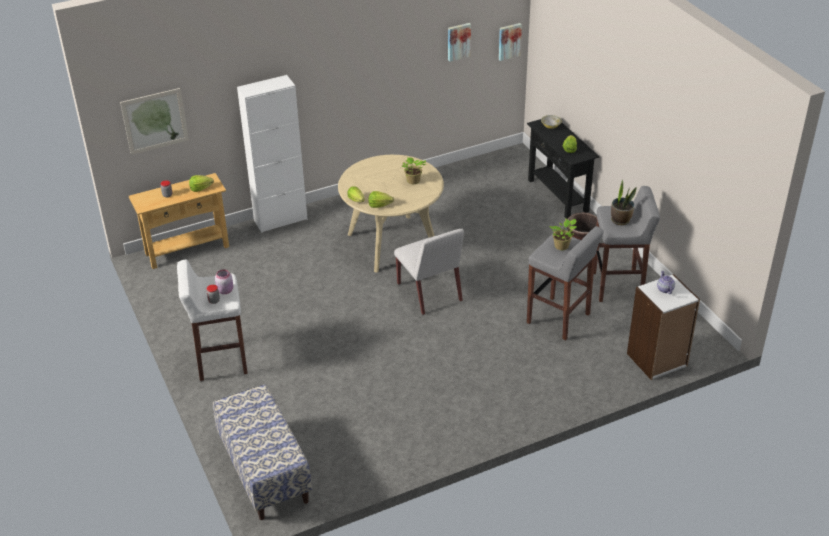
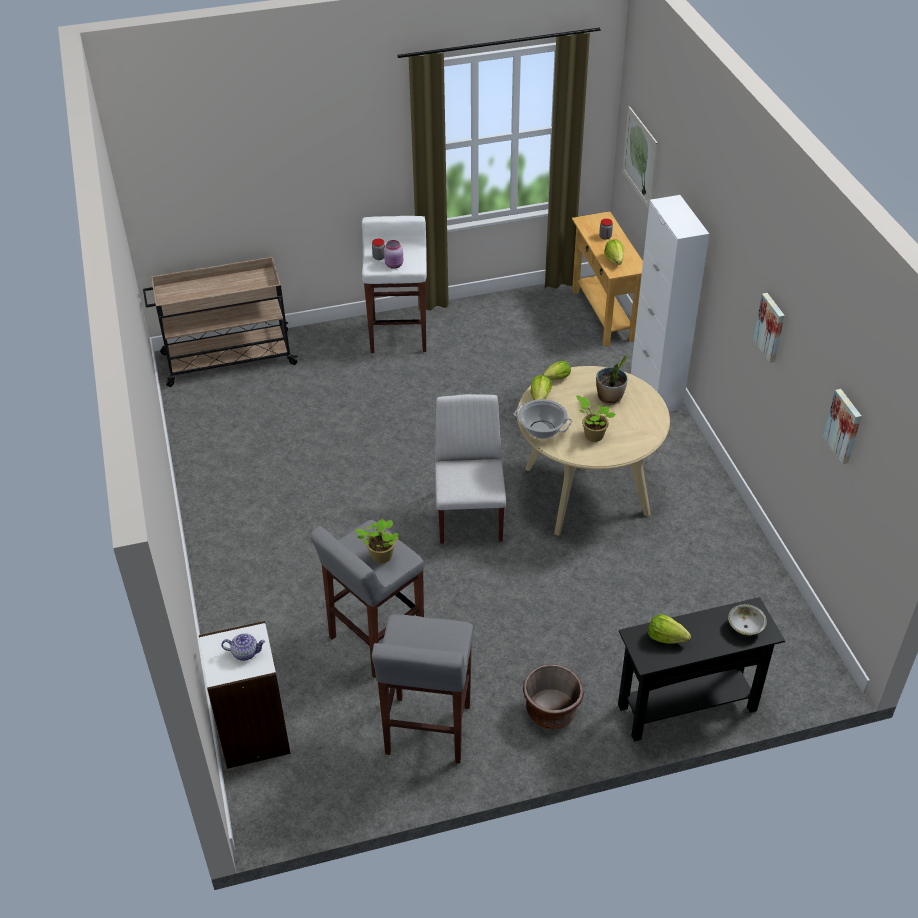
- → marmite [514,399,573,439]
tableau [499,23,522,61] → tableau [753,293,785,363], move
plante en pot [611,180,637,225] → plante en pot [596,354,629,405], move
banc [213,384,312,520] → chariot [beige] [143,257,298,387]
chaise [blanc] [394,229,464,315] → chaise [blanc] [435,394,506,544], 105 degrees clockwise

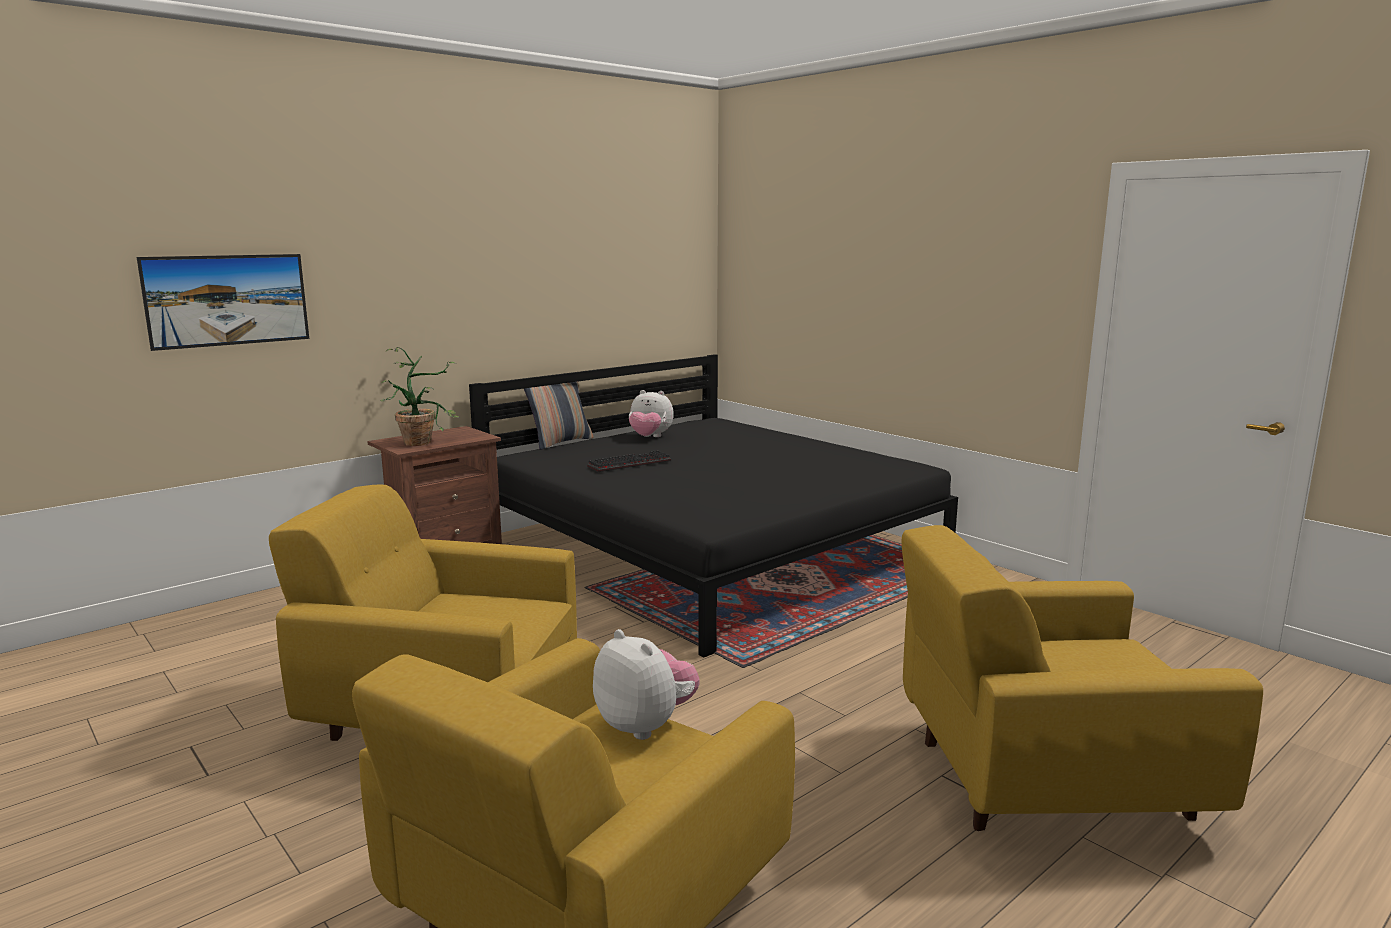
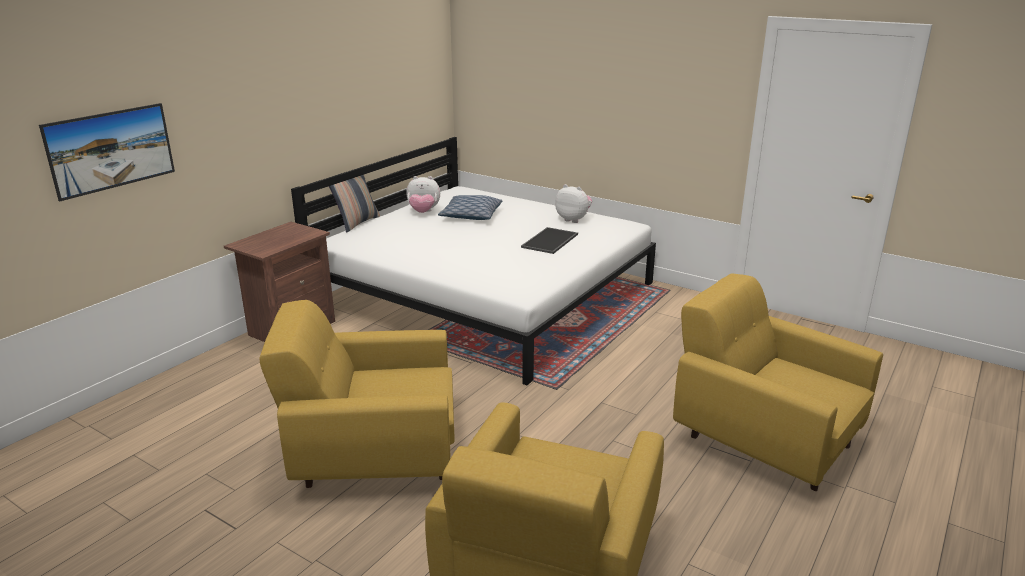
plante en pot [380,347,460,446] → -
clavier [587,450,671,472] → -
- → coussin [438,195,503,220]
- → plateau [521,227,578,254]
peluche [593,629,700,740] → peluche [555,184,592,223], move
lit [noir] [469,354,958,658] → lit [blanc] [291,137,656,385]
fauteuil [jaune] [901,525,1263,831] → fauteuil [jaune] [673,273,883,491], 60 degrees clockwise

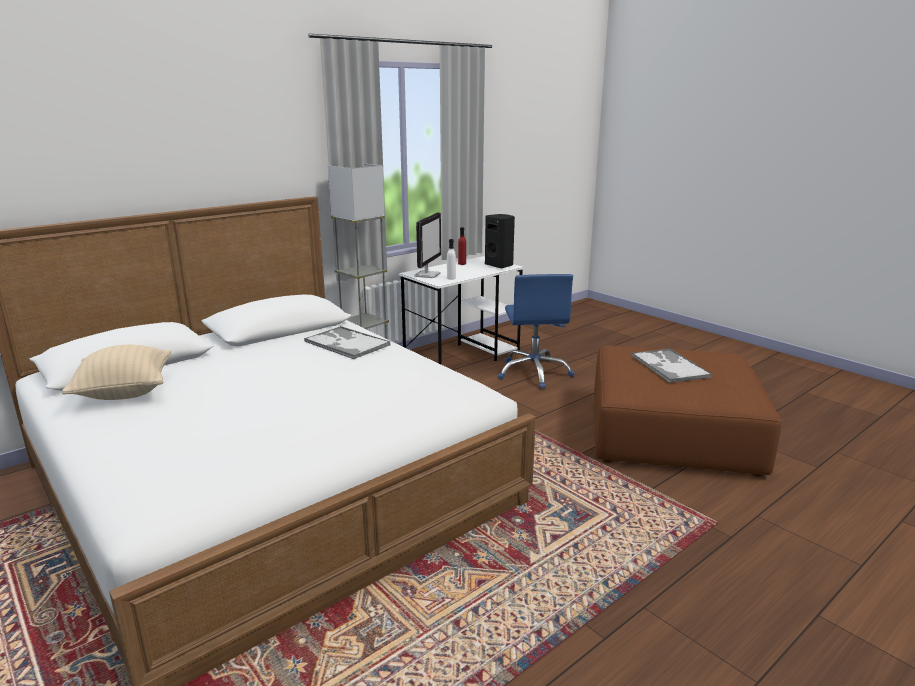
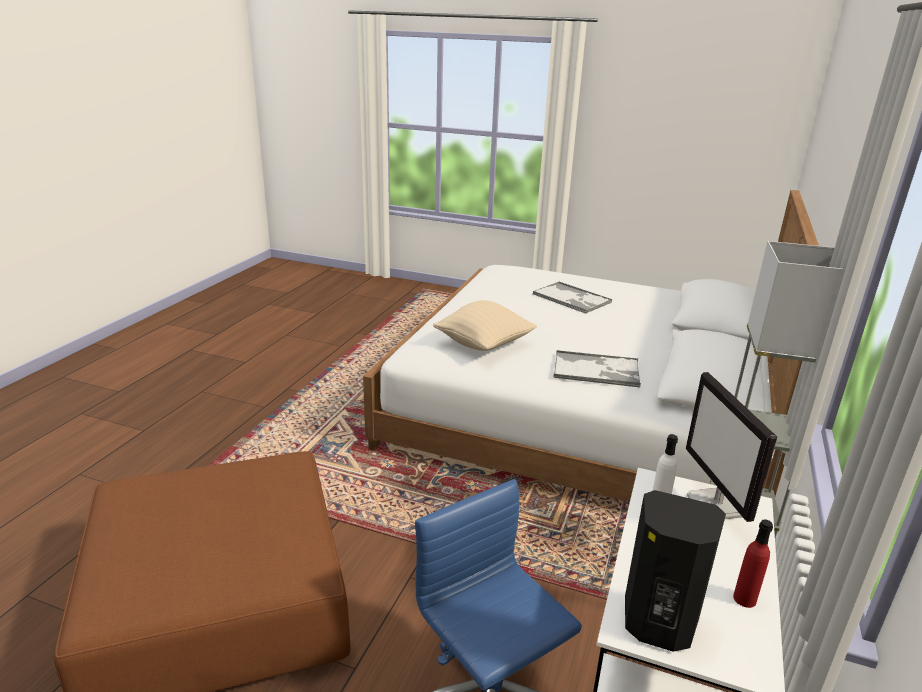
coussin [beige] [62,345,171,400] → coussin [beige] [433,300,537,351], move
plateau [632,348,712,383] → plateau [533,281,612,314], move

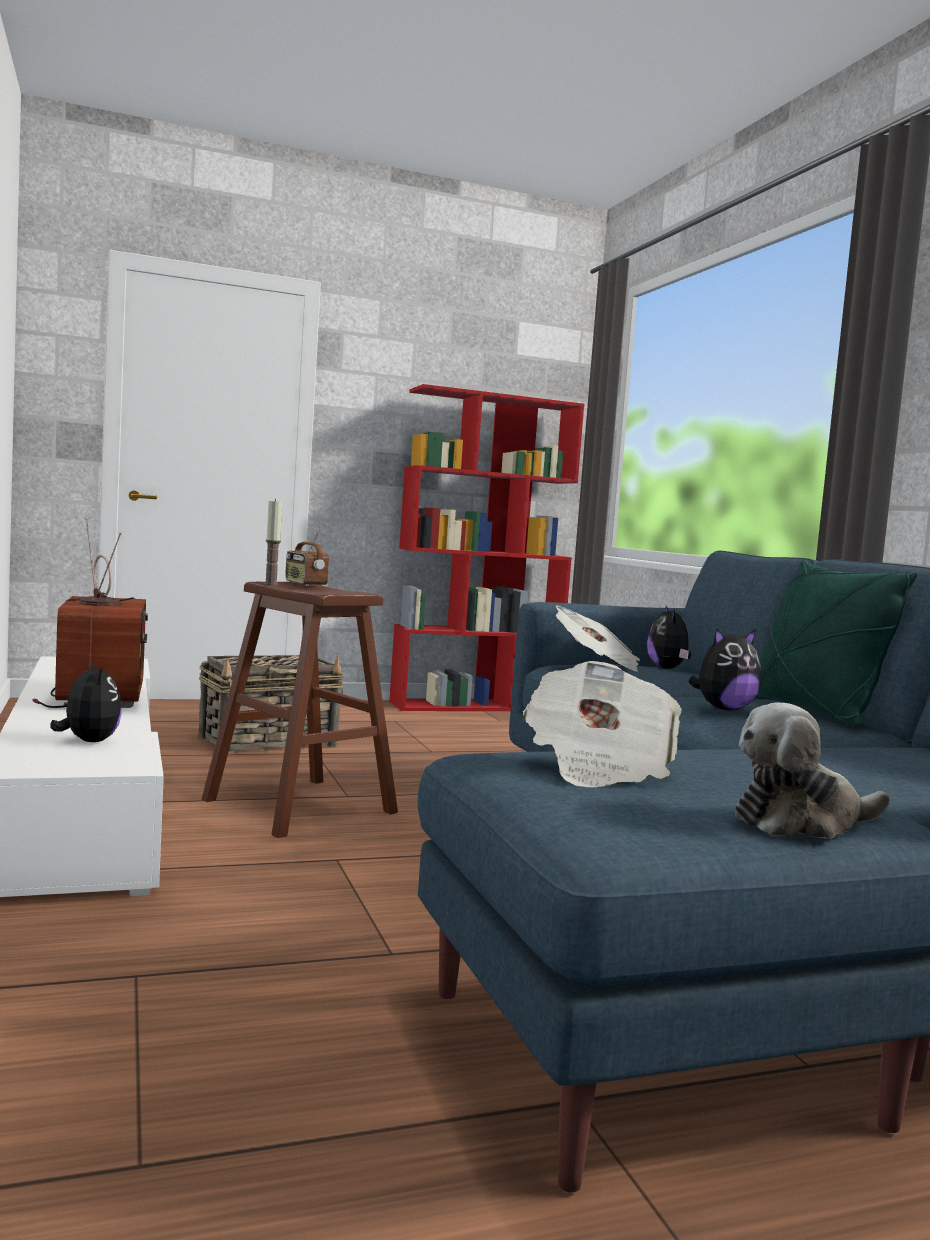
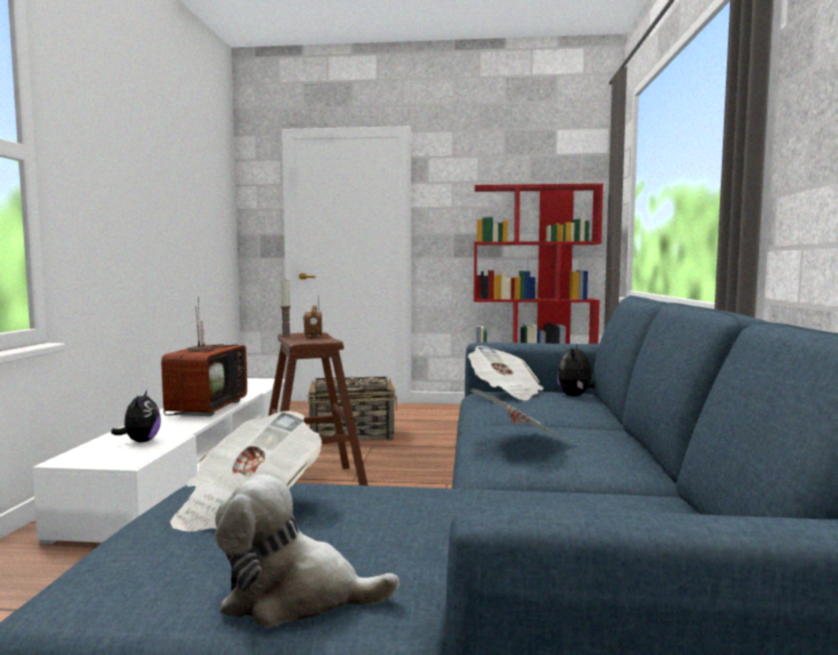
coussin [vert] [755,560,918,727] → -
peluche [689,629,761,710] → journal [470,388,575,442]

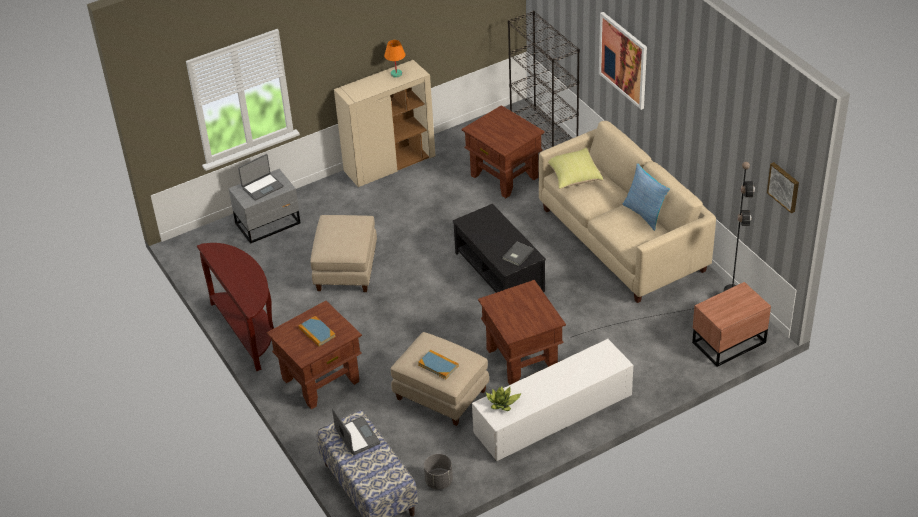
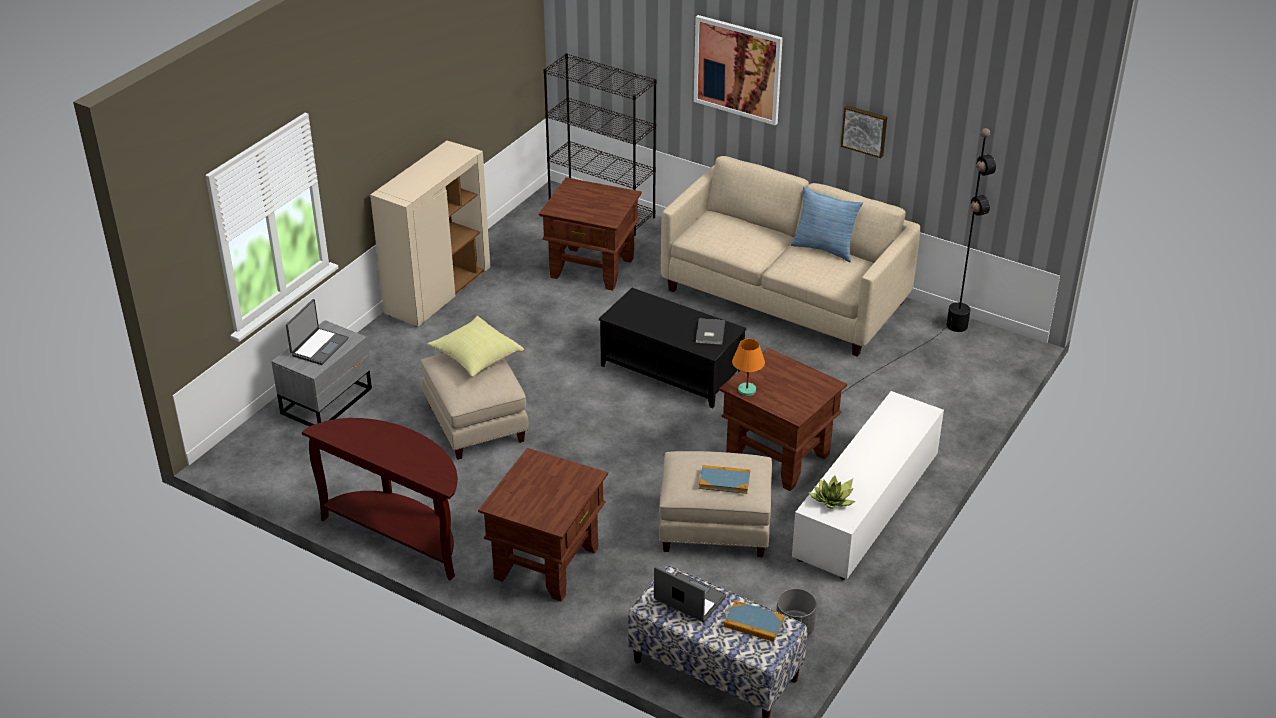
table de chevet [marron] [692,282,771,367] → -
livre [298,316,336,346] → livre [724,601,785,642], move
lampe de table [orange] [384,40,405,78] → lampe de table [orange] [732,339,765,396], move
coussin [jaune] [548,147,603,189] → coussin [jaune] [427,316,524,377], move
tableau [767,162,799,213] → tableau [841,105,887,158], move

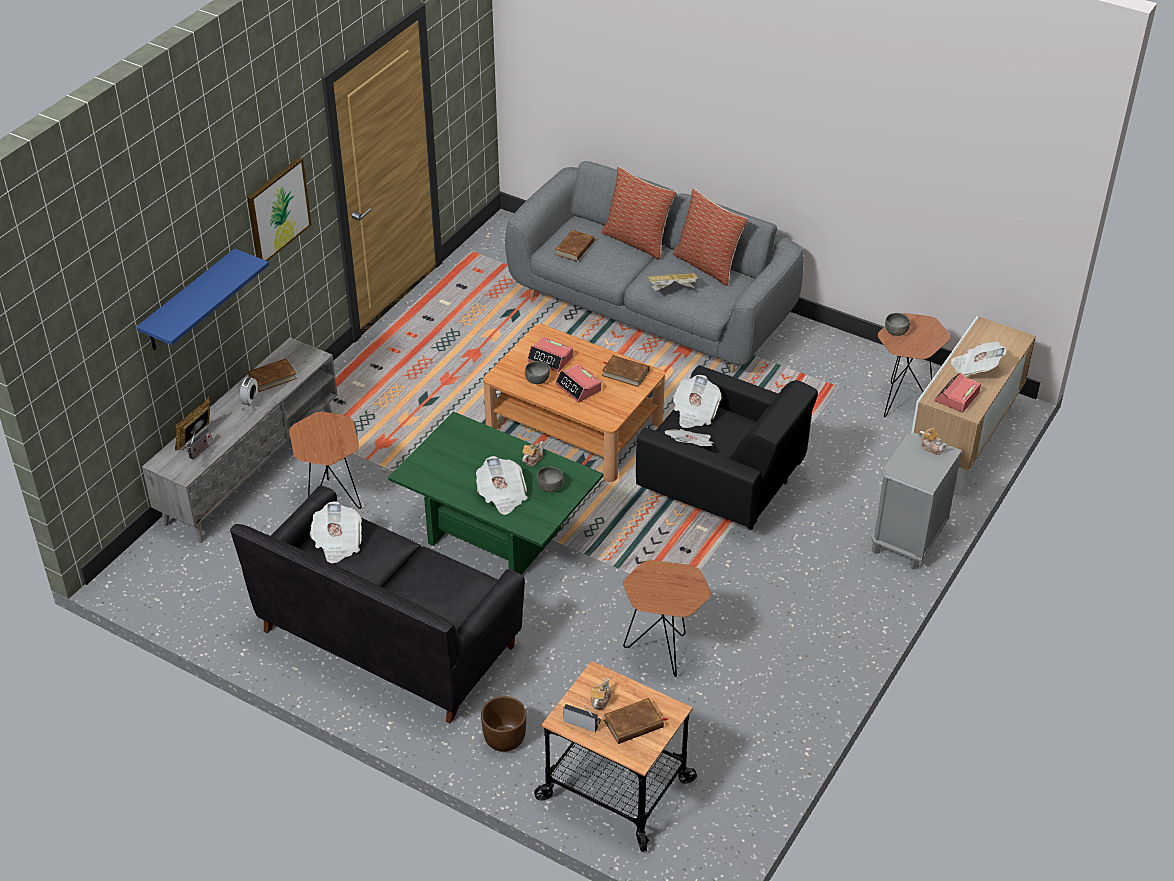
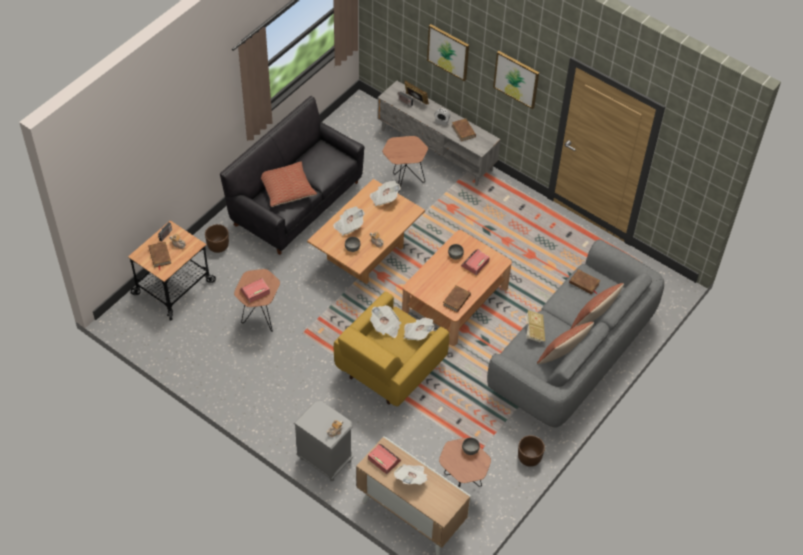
- → coussin [261,161,317,207]
- → cache-pot [marron] [518,435,545,467]
journal [310,502,362,564] → journal [370,181,401,206], move
réveil [555,364,601,403] → réveil [240,278,270,303], move
étagère [bleu] [136,248,269,350] → tableau [427,24,469,81]
table basse [vert] [388,411,603,575] → table basse [marron] [307,179,425,284]
fauteuil [noir] [636,365,818,530] → fauteuil [jaune] [334,291,449,406]

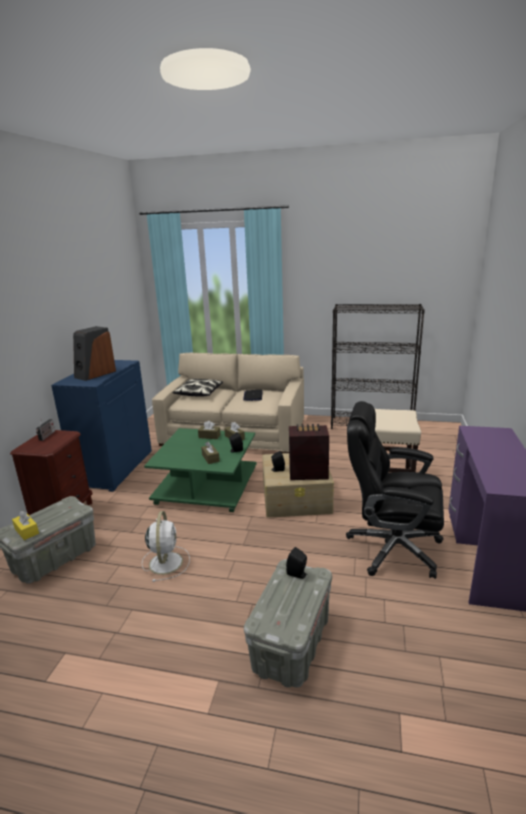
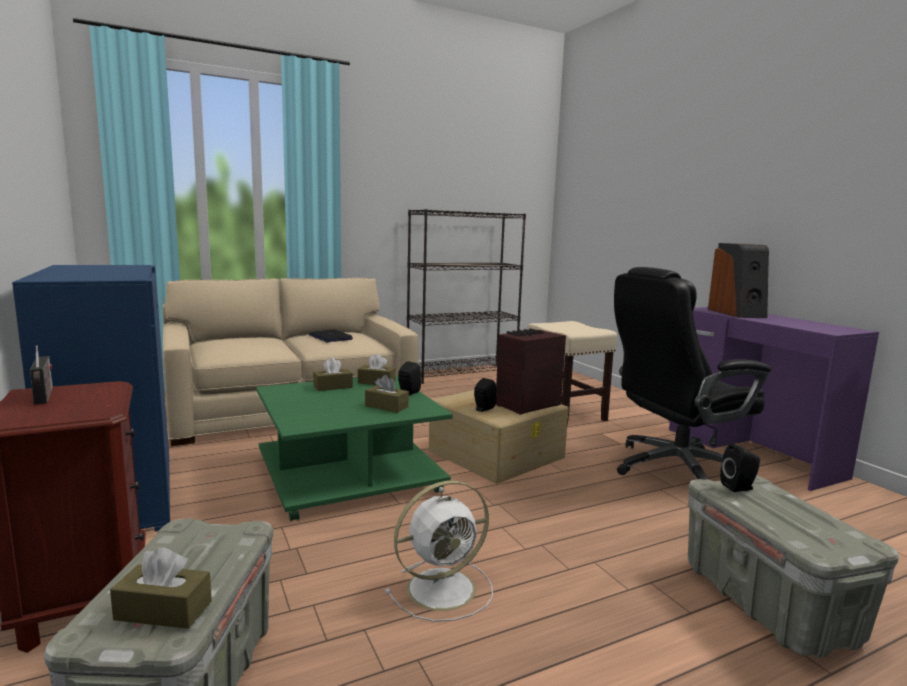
coussin [172,379,223,397] → -
enceinte [73,326,116,381] → enceinte [708,243,769,318], move
boîte à mouchoirs [jaune] [12,511,39,540] → boîte à mouchoirs [marron] [110,547,212,629]
ventilateur [blanc] [142,511,190,582] → ventilateur [blanc] [385,481,493,622], 105 degrees clockwise

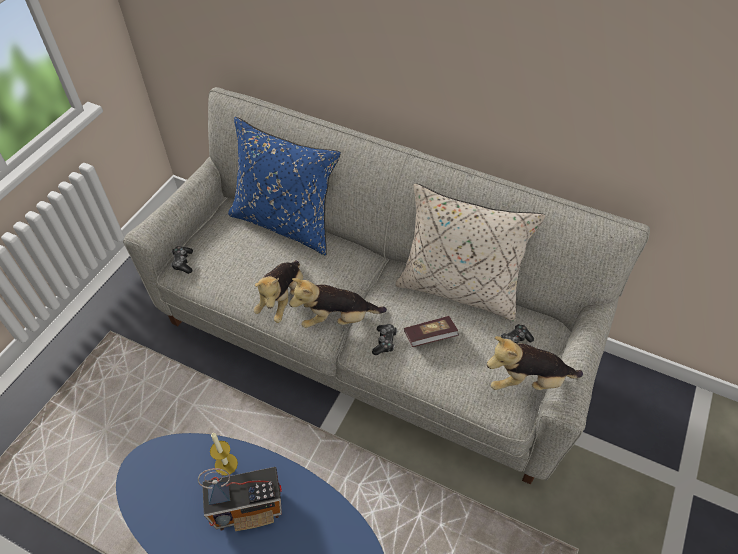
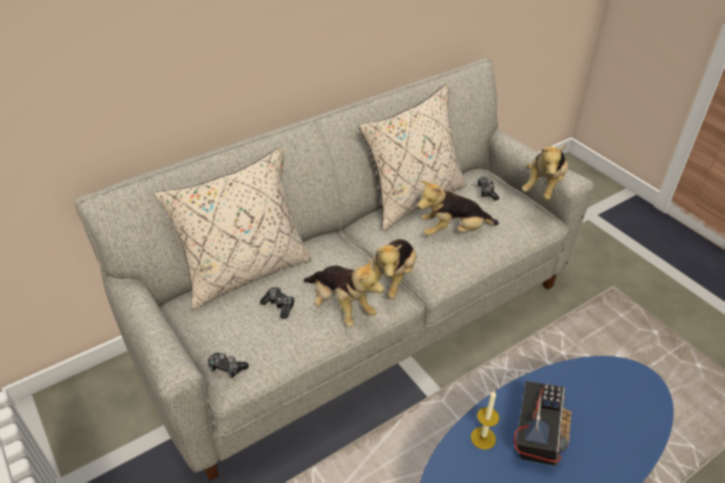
manette [372,324,397,355] → manette [260,287,295,319], move
livre [404,316,459,347] → peluche [417,180,499,236]
coussin [bleu] [228,117,341,255] → coussin [beige] [153,147,312,310]

